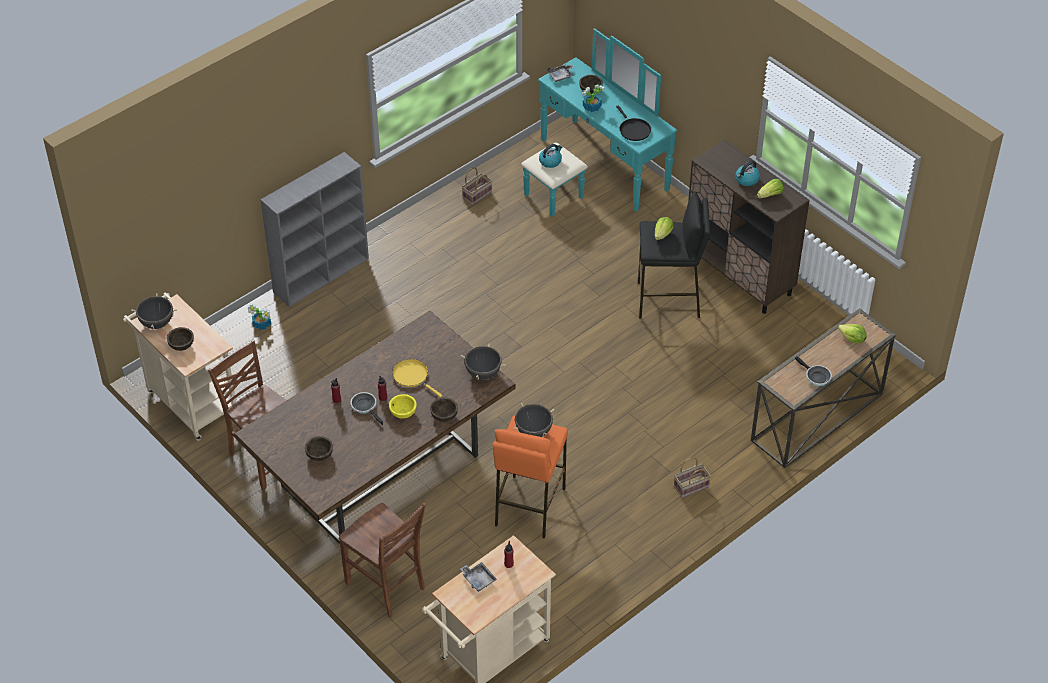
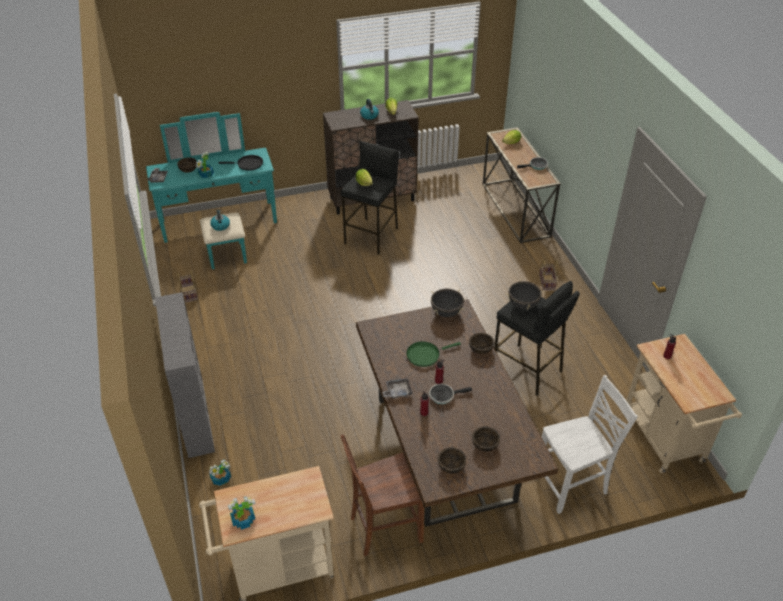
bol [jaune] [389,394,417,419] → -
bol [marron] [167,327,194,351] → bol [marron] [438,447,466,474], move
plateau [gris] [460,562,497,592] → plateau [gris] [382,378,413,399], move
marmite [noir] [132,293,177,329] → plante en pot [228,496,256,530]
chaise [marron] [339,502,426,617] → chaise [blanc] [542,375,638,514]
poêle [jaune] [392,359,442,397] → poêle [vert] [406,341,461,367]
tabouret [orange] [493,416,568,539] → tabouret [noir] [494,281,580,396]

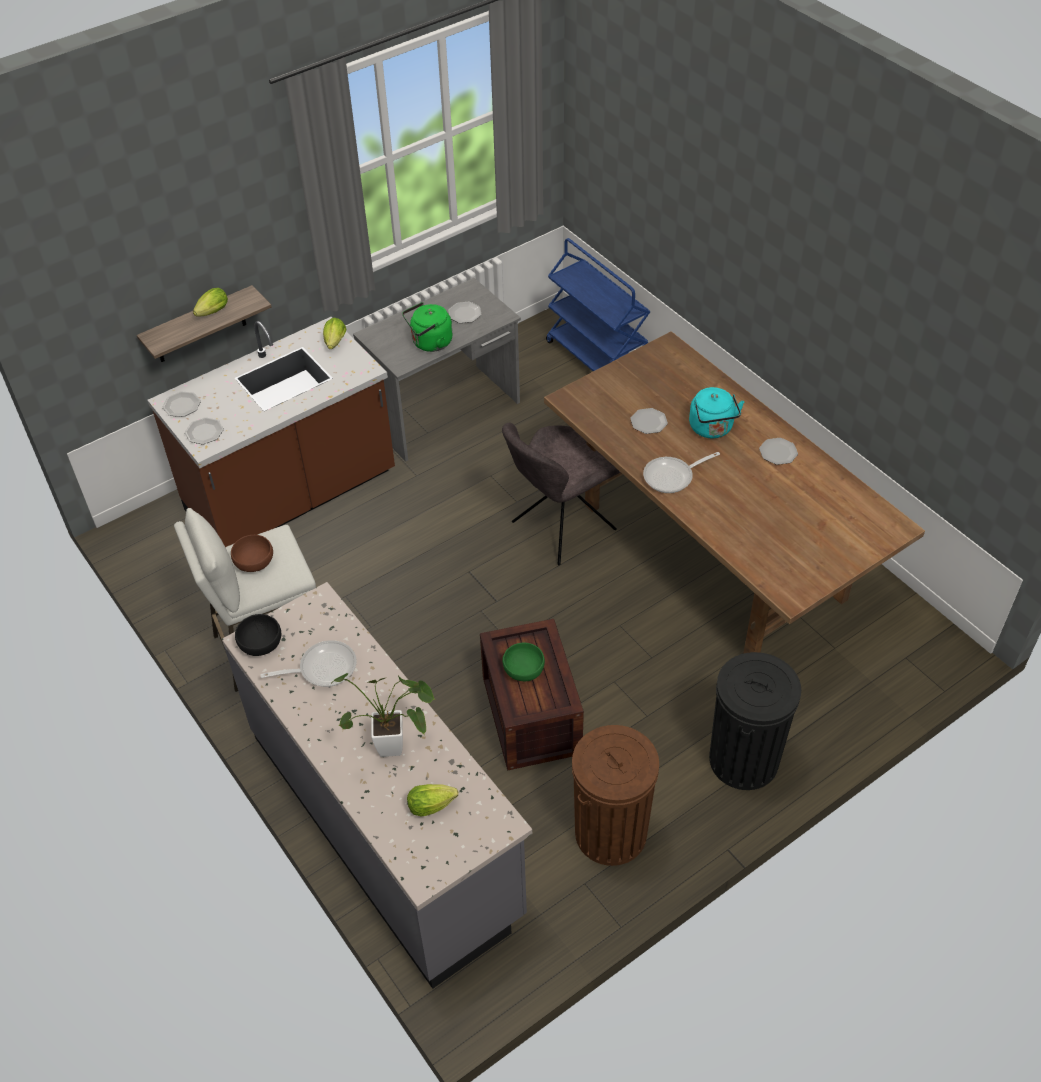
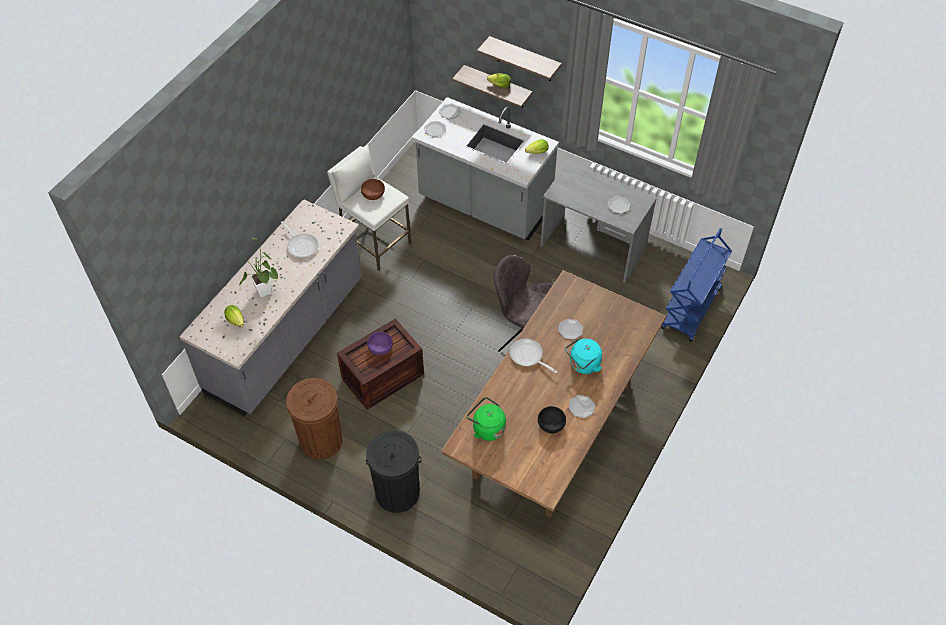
- → étagère [477,36,562,81]
bol [noir] [235,614,281,656] → bol [noir] [538,406,566,434], move
bouilloire [vert] [402,302,453,352] → bouilloire [vert] [467,397,506,441], move
comptoir de cuisine [marron] [147,317,395,547] → comptoir de cuisine [gris] [412,97,559,241]
bol [vert] [502,643,545,681] → bol [violet] [367,332,393,355]

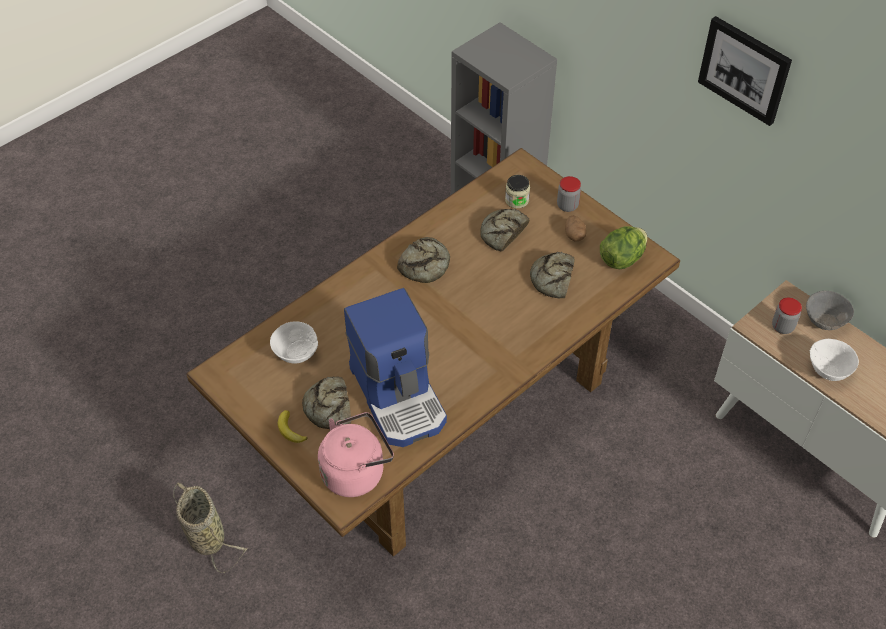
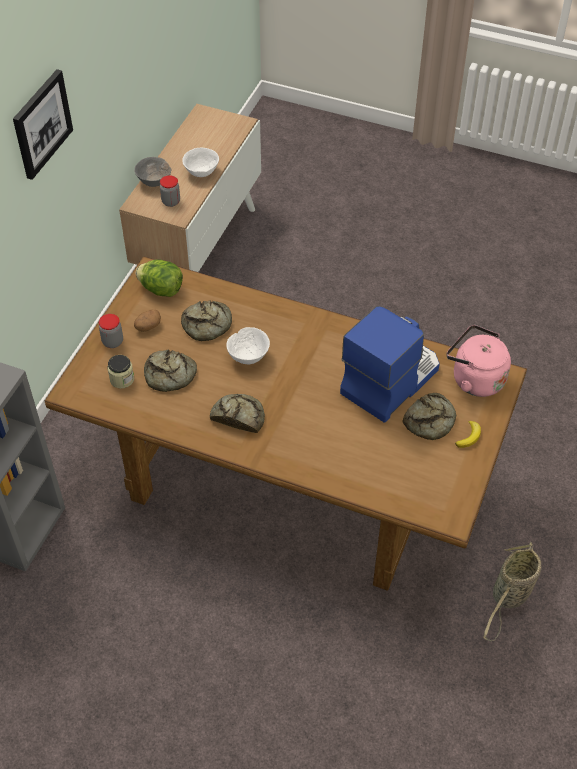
bol [blanc] [270,321,318,364] → bol [blanc] [226,327,270,364], move

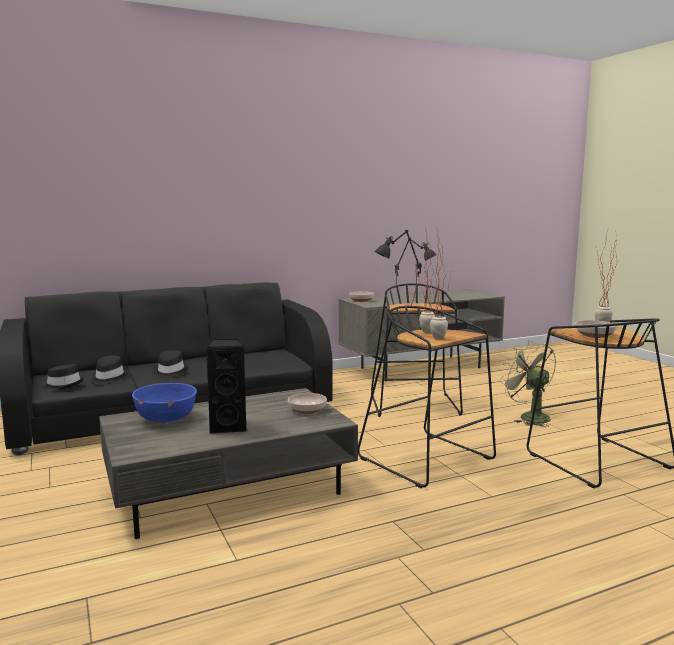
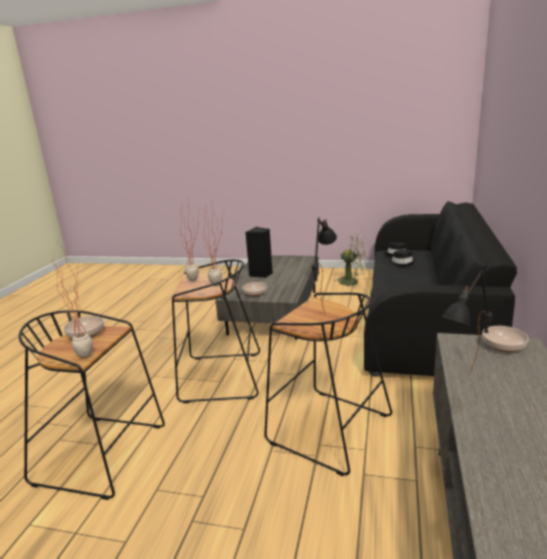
bol [bleu] [132,383,197,424] → -
chapeau [noir] [153,350,188,378] → -
ventilateur [vert] [499,340,556,427] → ventilateur [vert] [335,234,366,289], move

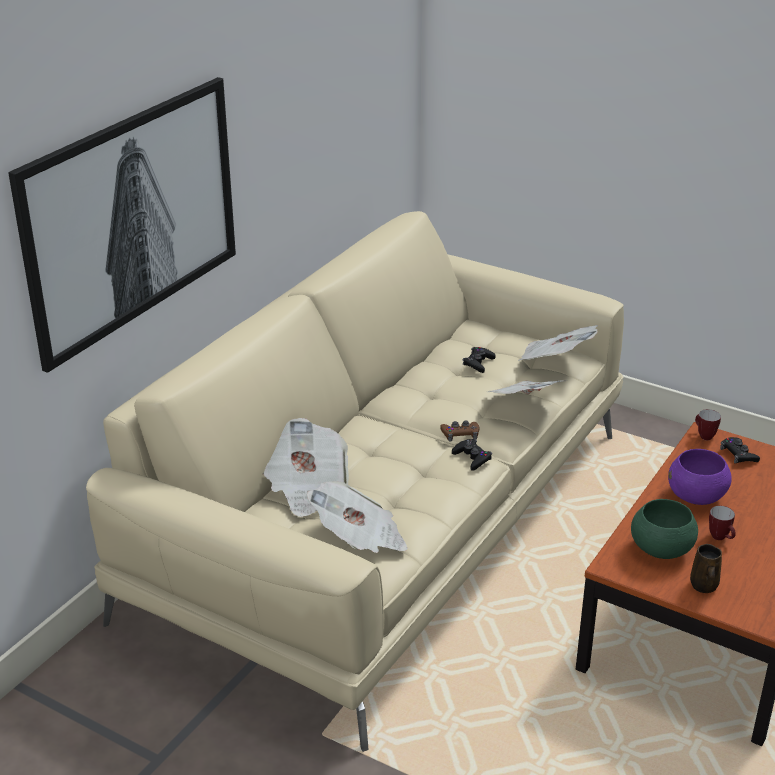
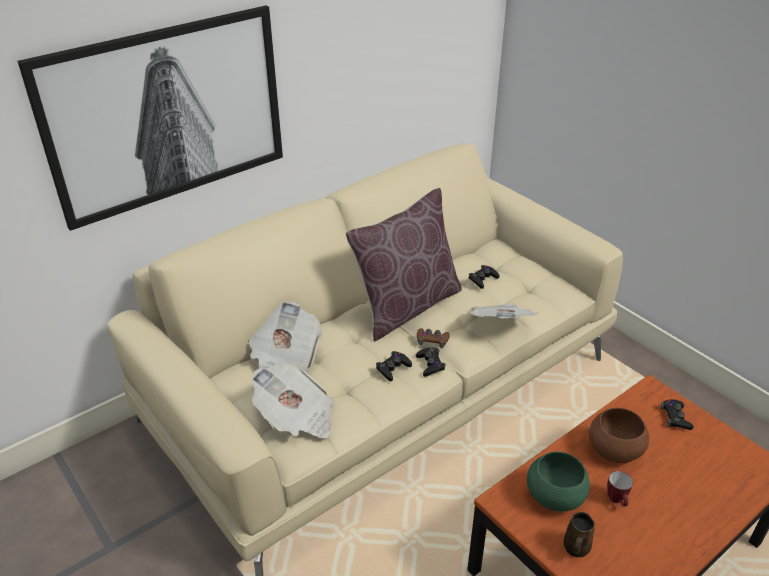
journal [518,325,598,361] → -
mug [695,409,721,440] → -
- → coussin [marron] [346,188,462,342]
- → manette [noir] [376,351,412,381]
bol [violet] [668,449,732,505] → bol [marron] [589,408,649,463]

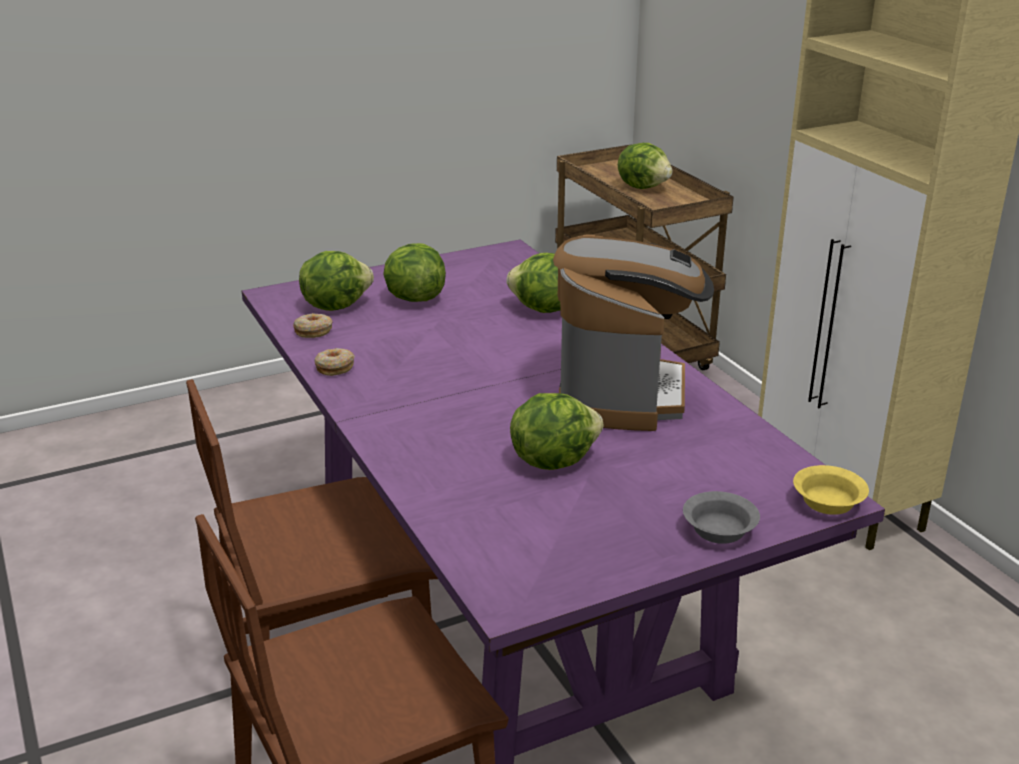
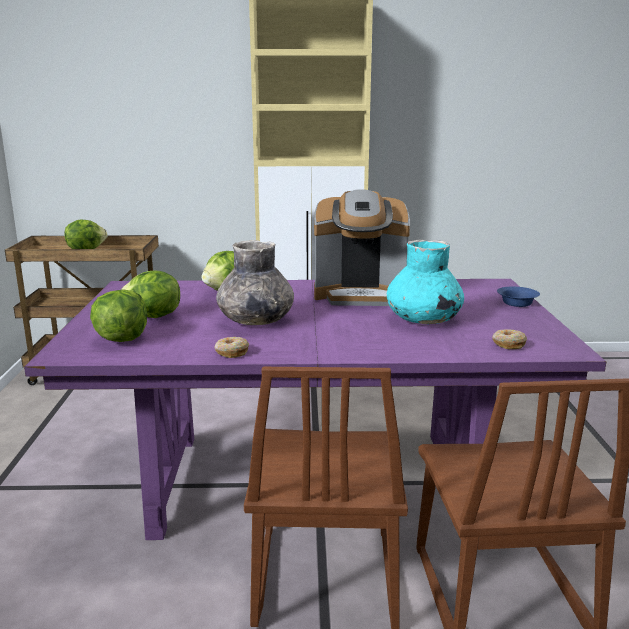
bol [jaune] [793,465,869,515] → -
- → vase [gris] [216,240,294,325]
beignet [293,313,333,338] → beignet [492,329,527,349], move
laitue [510,393,603,470] → vase [turquoise] [387,240,464,324]
bol [gris] [683,491,760,544] → bol [bleu] [497,286,540,307]
machine à café [553,234,714,431] → machine à café [314,190,410,306], 150 degrees clockwise

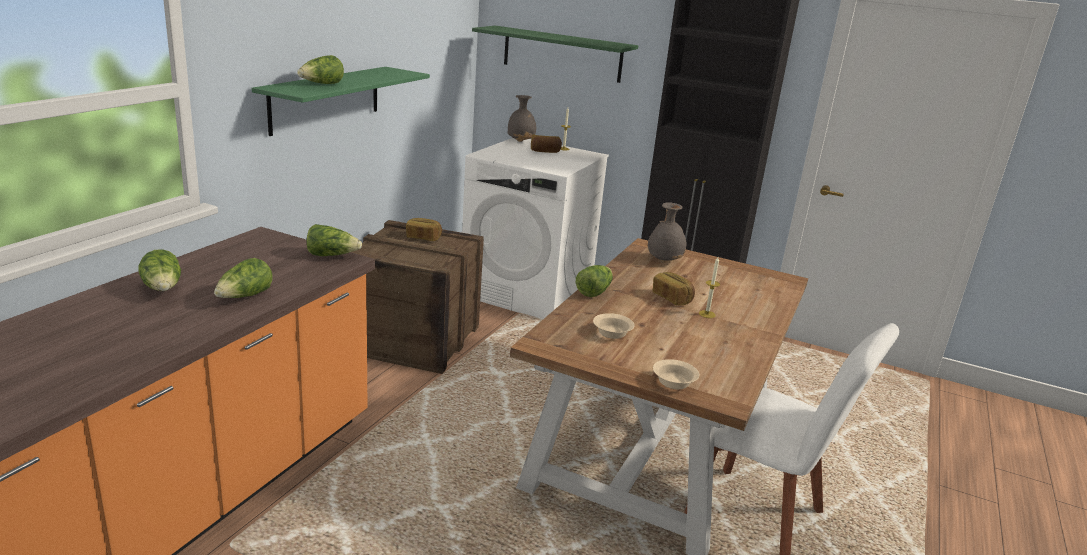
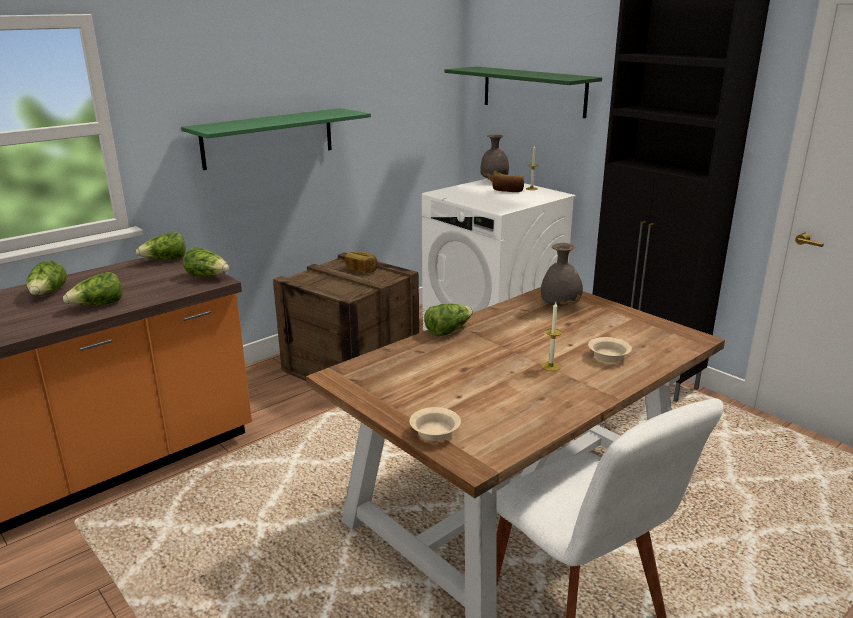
pain [653,272,695,305] → -
laitue [297,55,344,84] → laitue [136,232,185,260], move
bol [beige] [593,313,635,339] → bol [beige] [588,337,632,362], move

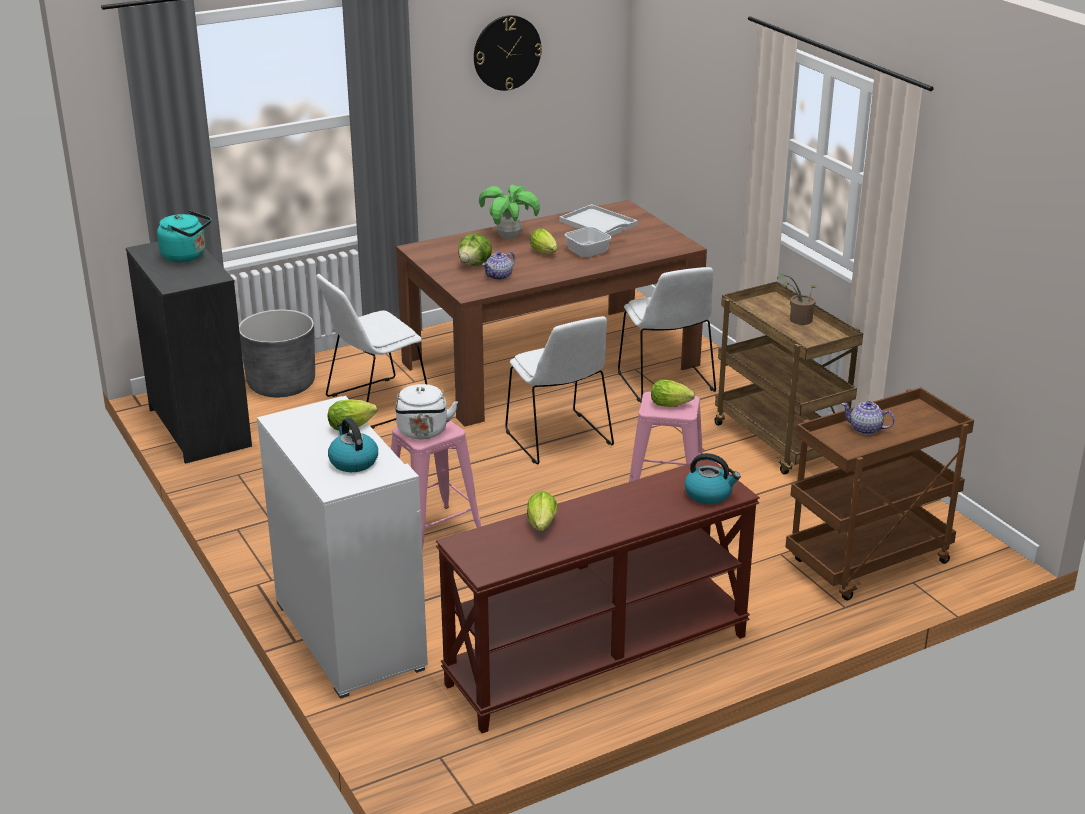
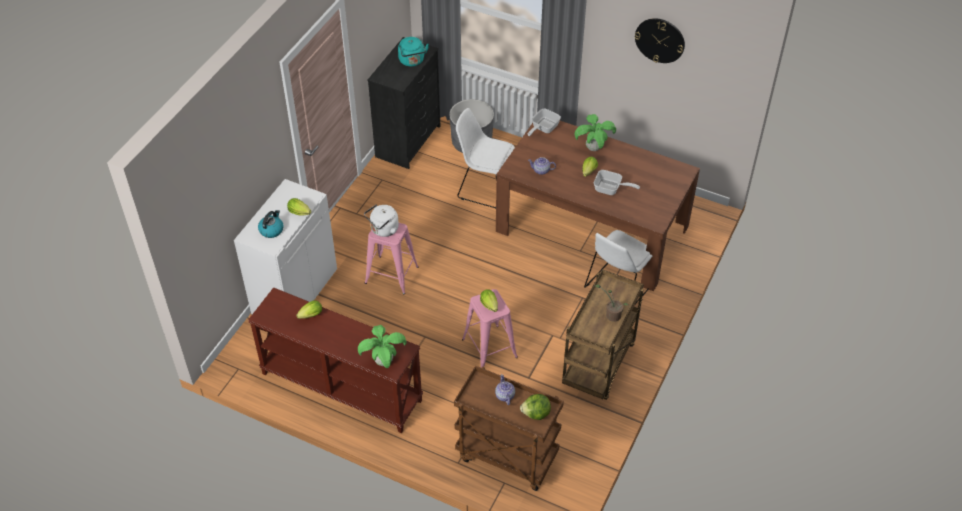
chaise [blanc] [505,316,614,464] → -
plateau [blanc] [559,204,638,236] → -
- → poêle [528,109,561,136]
laitue [458,234,492,266] → laitue [520,394,551,420], move
bouilloire [684,453,741,504] → plante en pot [358,325,407,368]

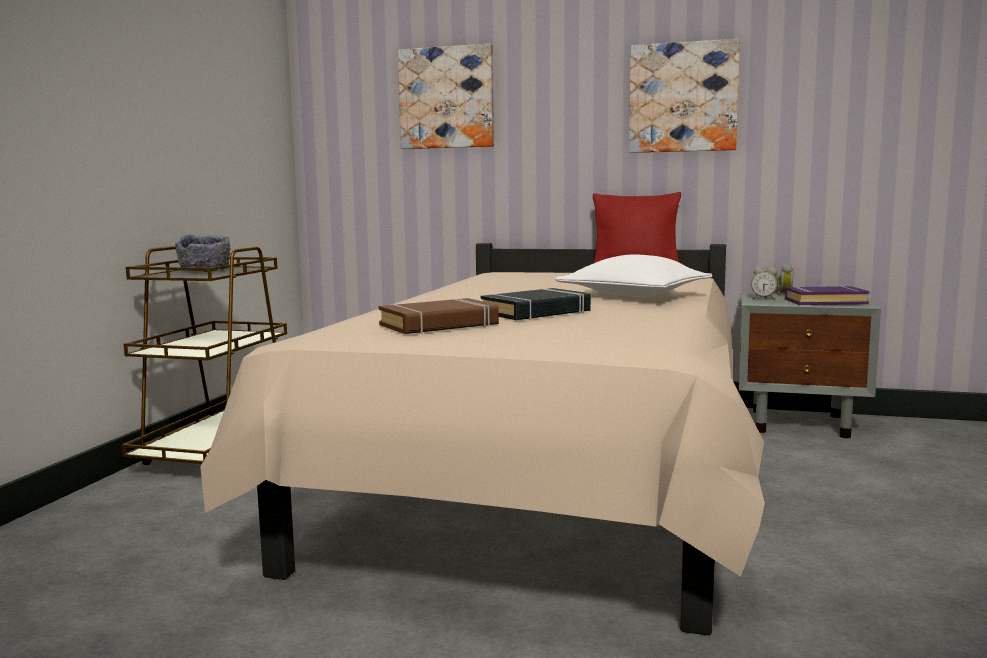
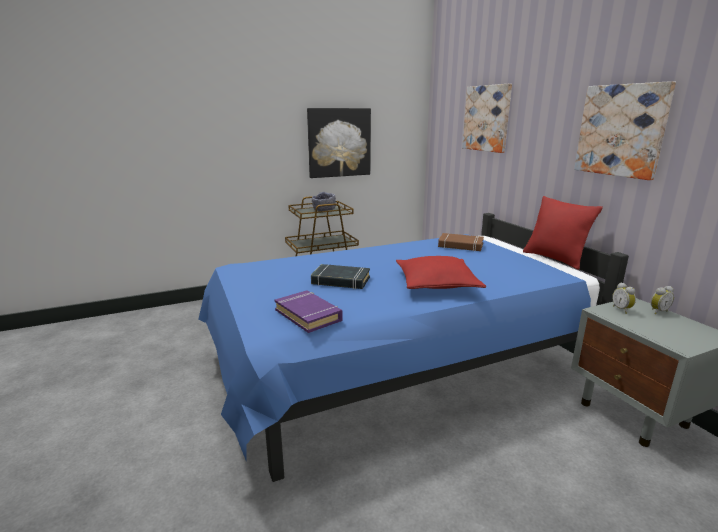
- → tableau [307,108,371,178]
livre [marron] [379,298,499,334] → livre [marron] [438,233,484,251], move
livre [violet] [785,286,870,305] → livre [violet] [275,290,342,333], move
lit [beige] [200,243,765,636] → lit [bleu] [199,213,629,482]
coussin [blanc] [555,254,712,297] → coussin [rouge] [396,256,486,289]

